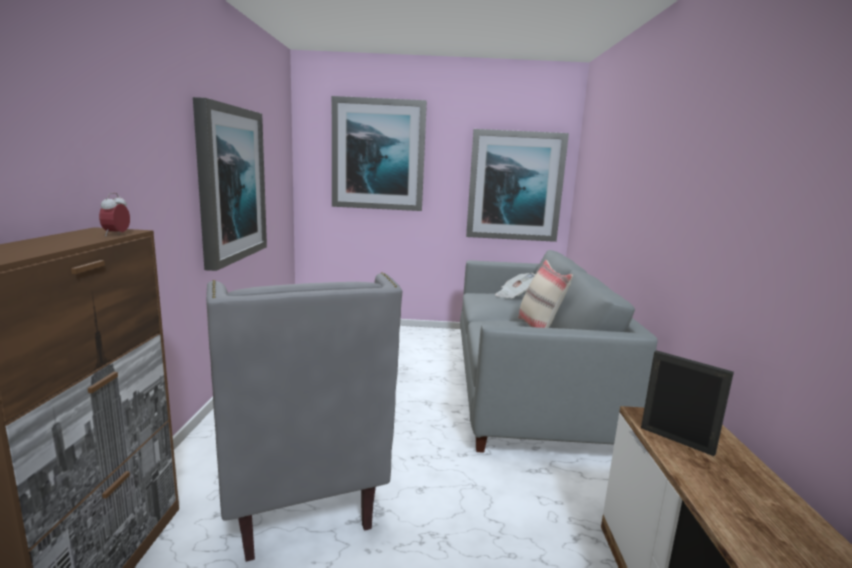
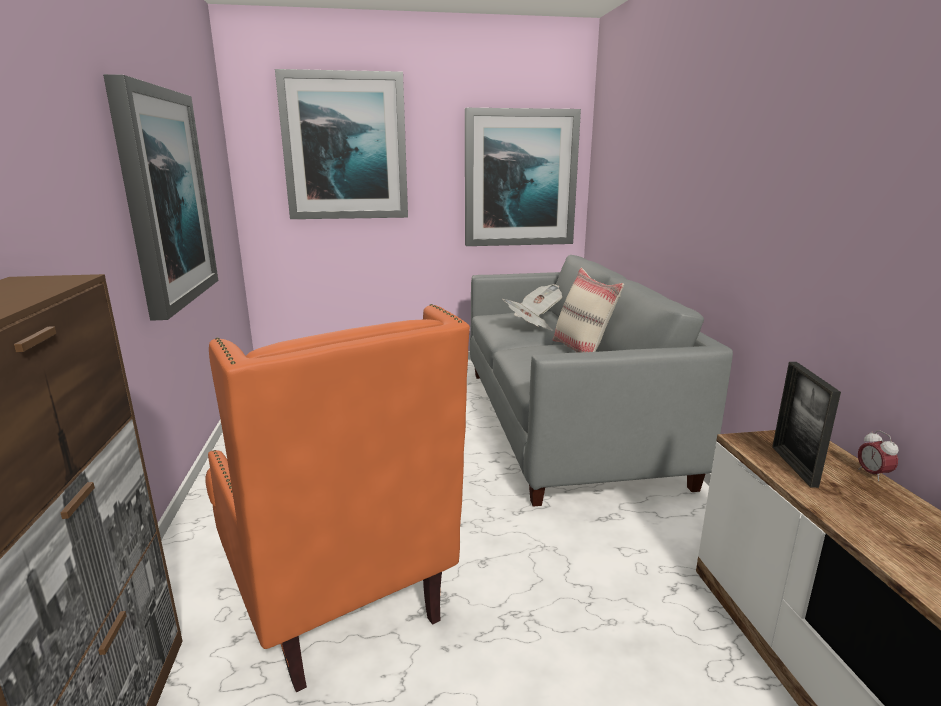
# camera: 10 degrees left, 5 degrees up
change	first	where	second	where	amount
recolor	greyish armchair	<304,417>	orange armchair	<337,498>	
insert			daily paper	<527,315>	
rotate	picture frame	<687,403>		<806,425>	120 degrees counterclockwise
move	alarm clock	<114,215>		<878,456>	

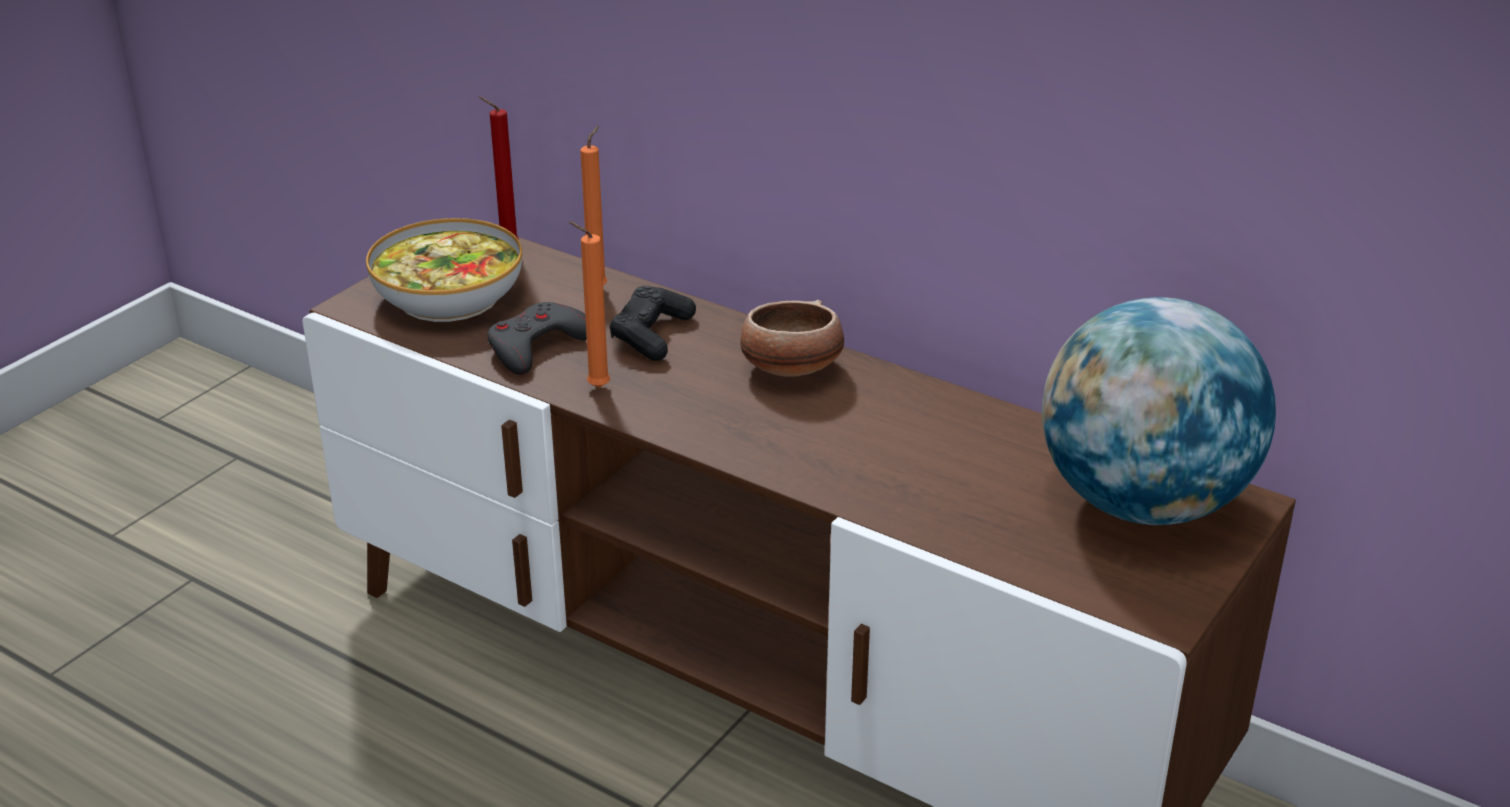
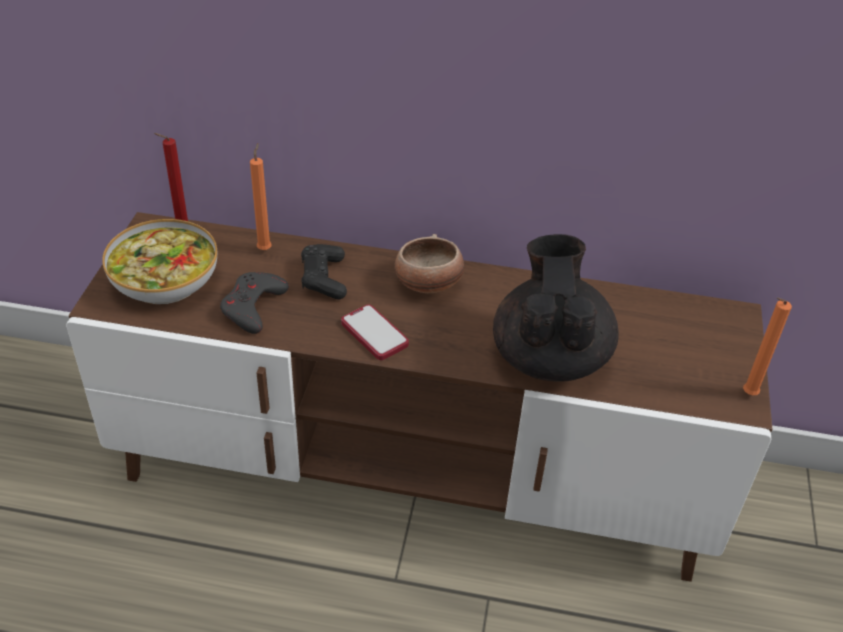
# camera: 25 degrees left, 10 degrees up
change	first	where	second	where	amount
insert			telephone	<375,332>	
insert			black pot for tea	<556,308>	
move	orange wax light	<589,304>		<767,346>	
delete	world globe	<1159,411>			

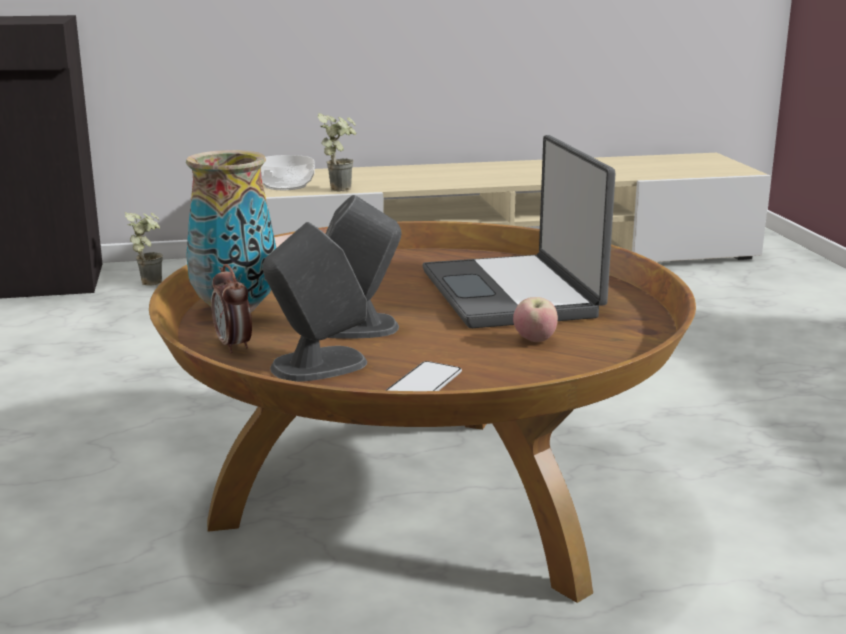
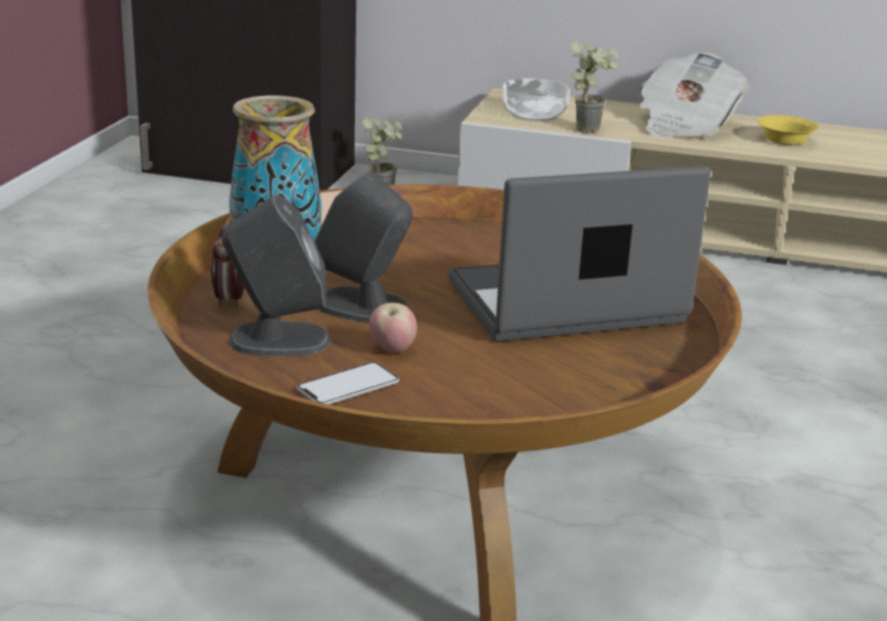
# camera: 25 degrees right, 5 degrees up
change	first	where	second	where	amount
move	apple fruit	<535,319>		<393,328>	
rotate	portable computer	<519,231>		<580,254>	60 degrees clockwise
insert			daily paper	<694,95>	
insert			yellow-coloured serving bowl	<788,130>	

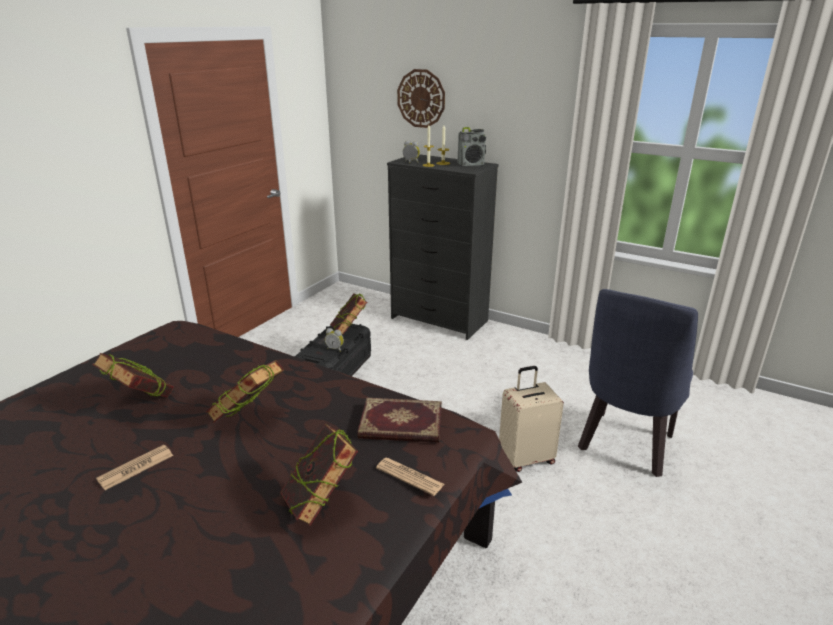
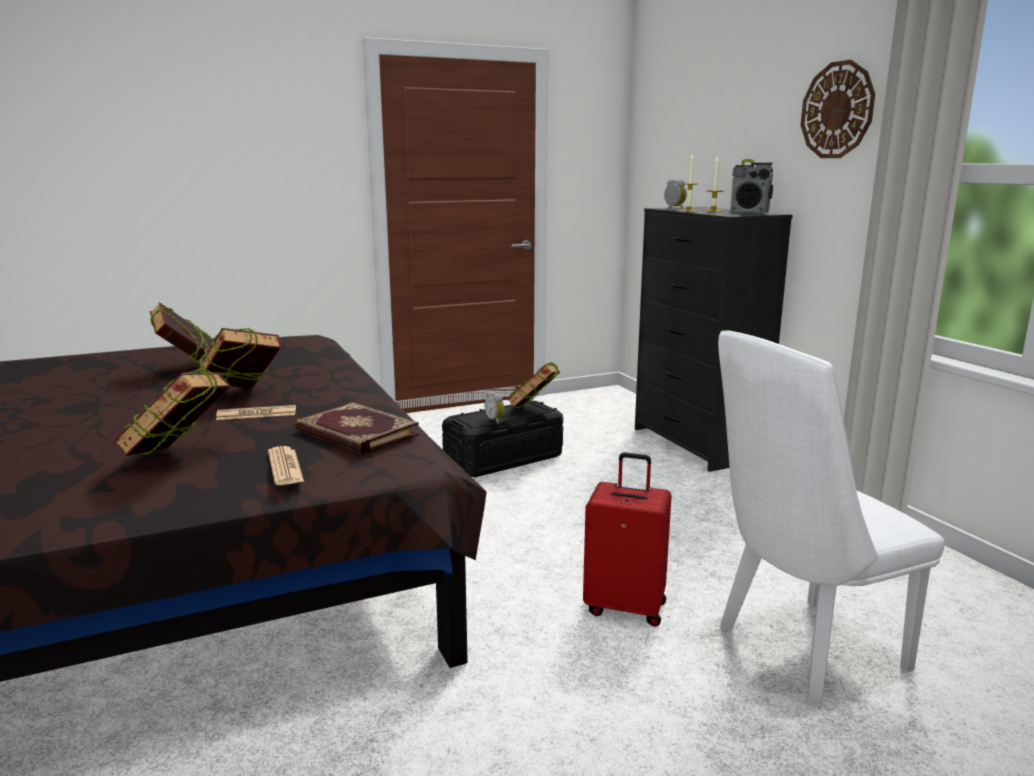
# camera: 35 degrees right, 10 degrees down
change	first	where	second	where	amount
move	daily paper	<134,467>		<256,412>	
recolor	beige-coloured piece of luggage	<531,419>	red piece of luggage	<627,539>	
recolor	bluish plain chair	<638,383>	whitish plain chair	<831,518>	
move	clock on the wall	<421,98>		<838,109>	

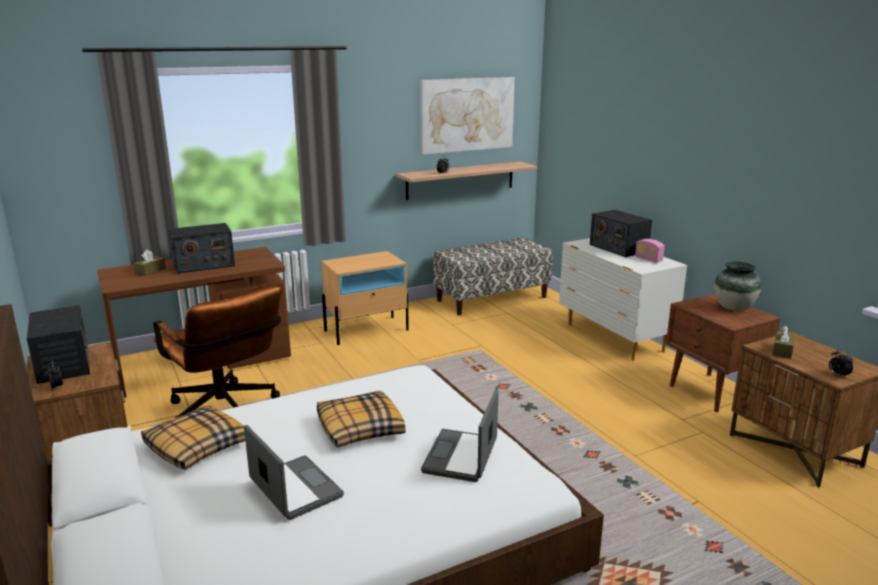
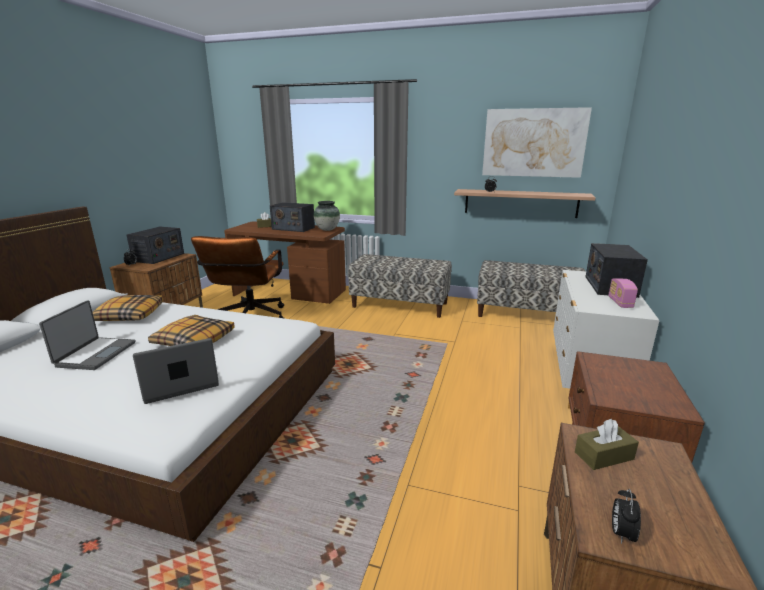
# camera: 45 degrees right, 0 degrees up
change	first	where	second	where	amount
move	decorative vase	<737,286>		<326,216>	
replace	beige-coloured nightstand	<365,298>	long seat	<400,286>	

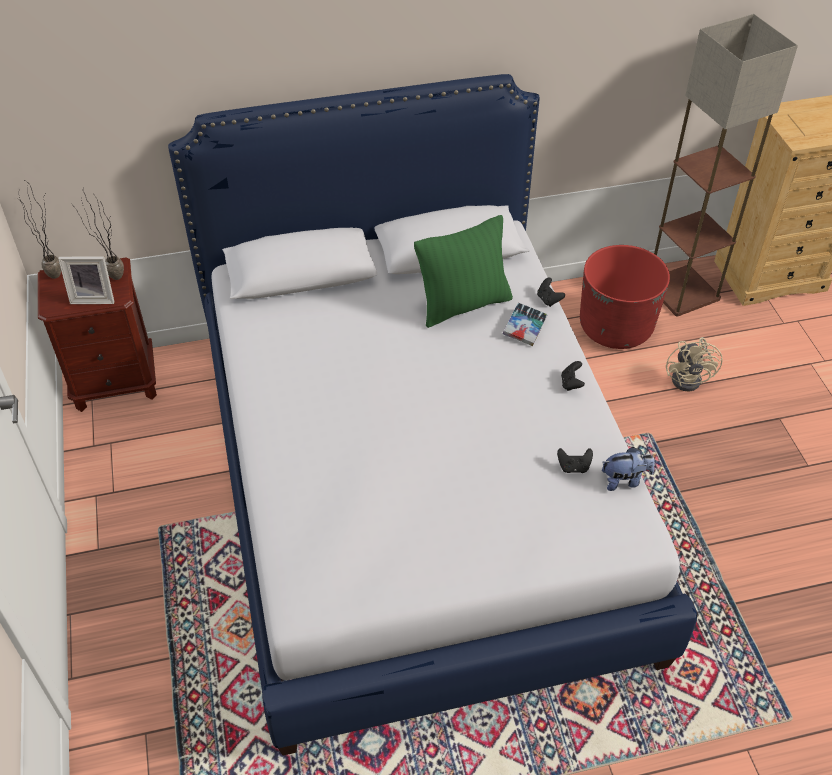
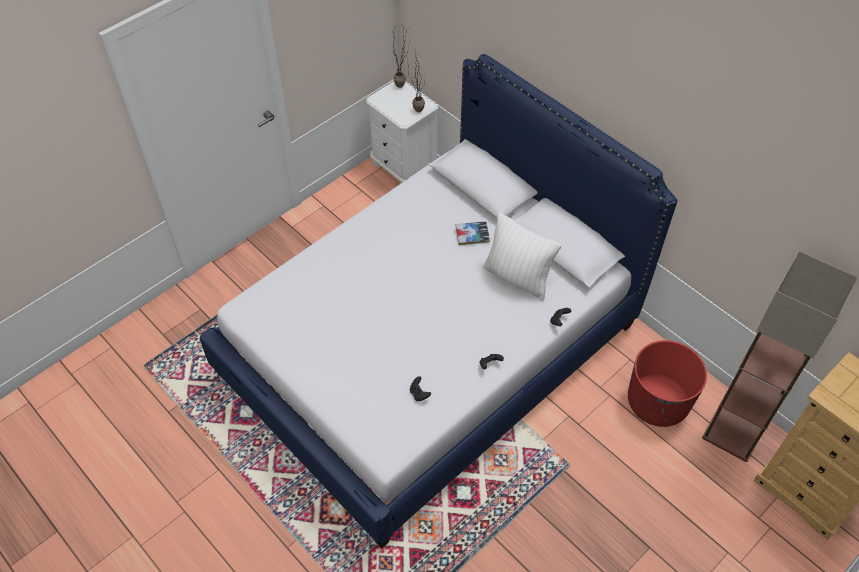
# camera: 60 degrees right, 5 degrees up
change	first	where	second	where	amount
recolor	brownish nightstand	<97,334>	whitish nightstand	<402,132>	
move	volume	<525,324>		<473,233>	
recolor	green-coloured pillow	<463,271>	whitish pillow	<522,256>	
delete	picture frame	<86,280>			
delete	soft toy	<628,469>			
delete	beige-coloured electric fan	<694,364>			

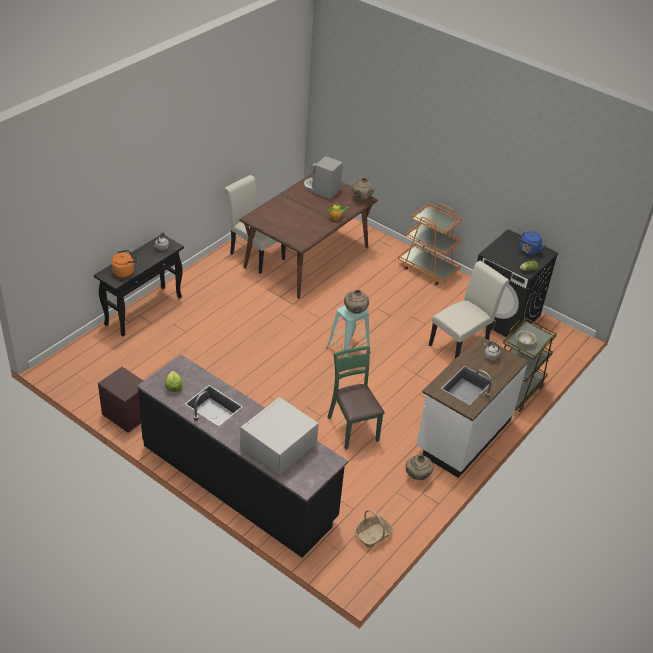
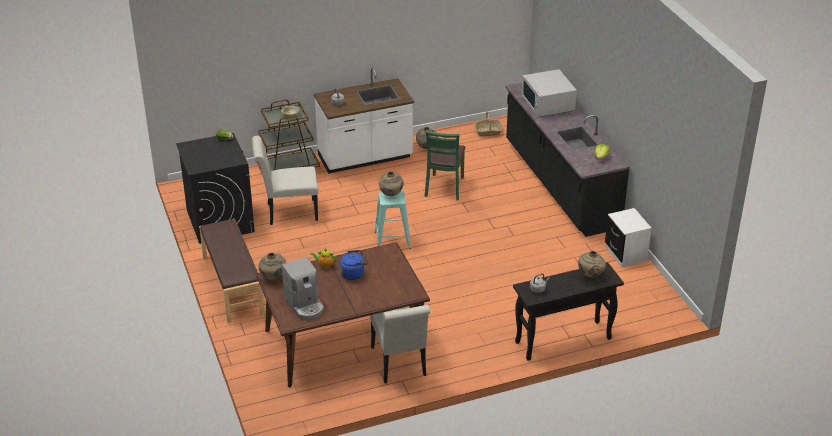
# camera: 145 degrees left, 5 degrees down
change	first	where	second	where	amount
replace	orange cart	<430,244>	brownish long seat	<232,271>	
move	bluish water kettle	<532,243>		<354,265>	
rotate	whitish microwave	<279,436>		<549,93>	90 degrees clockwise
replace	orange water kettle	<124,264>	beige-coloured decorative vase	<592,264>	
recolor	brownish nightstand	<120,400>	whitish nightstand	<628,237>	

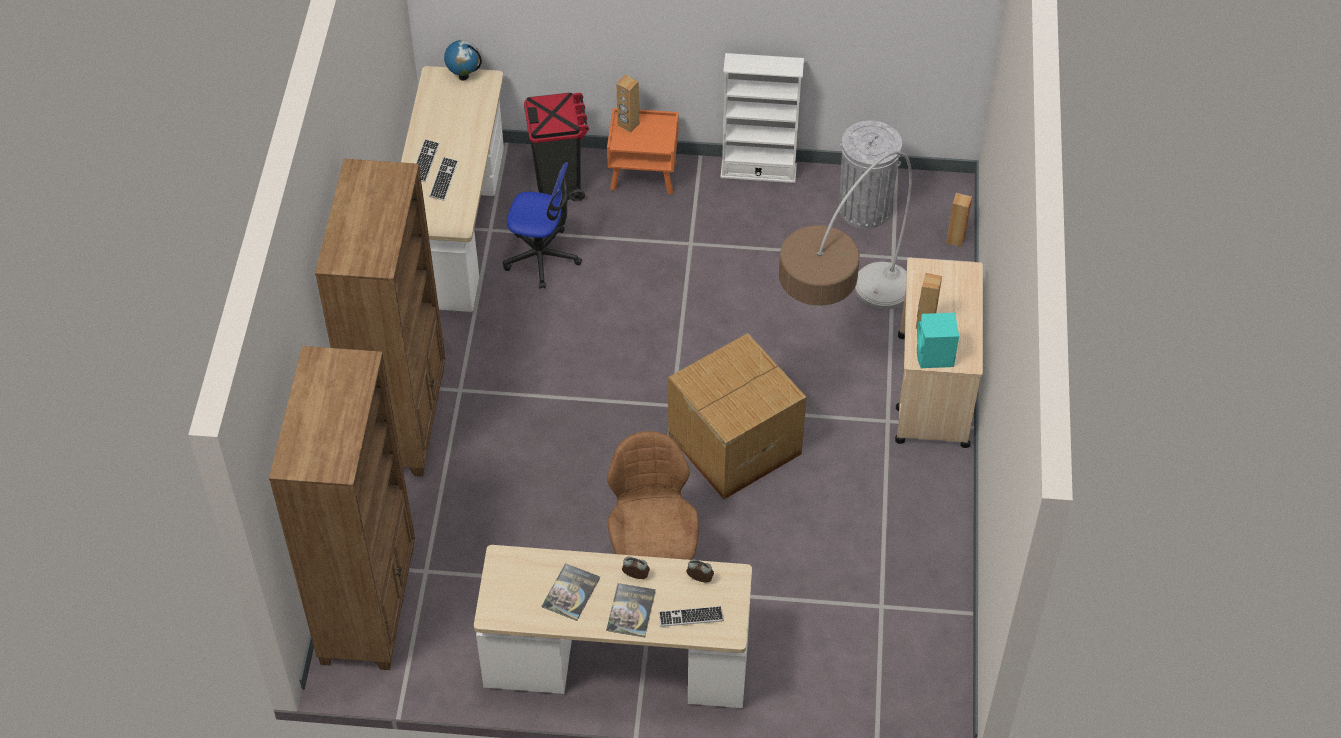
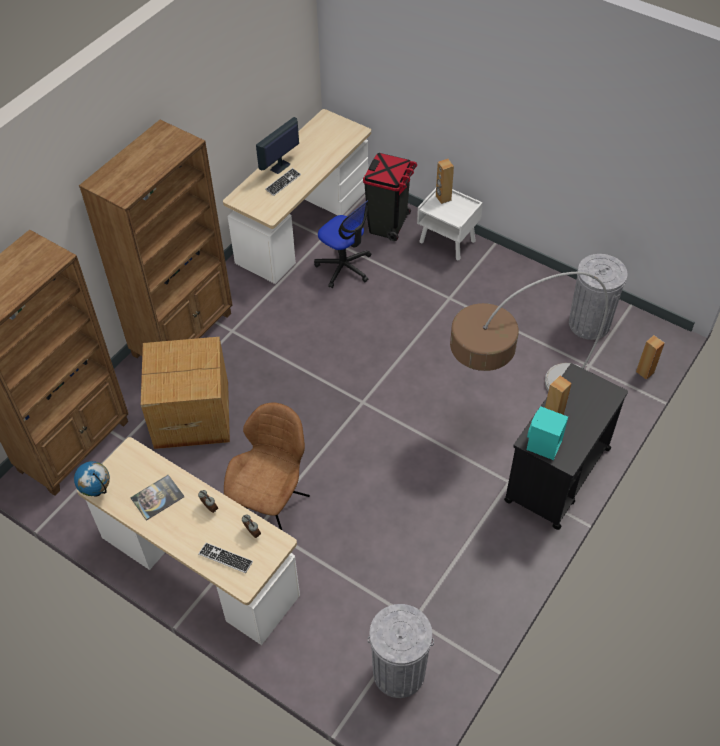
# camera: 30 degrees right, 0 degrees up
change	first	where	second	where	amount
move	world globe	<463,60>		<92,479>	
move	packing box	<737,416>		<185,393>	
replace	keyboard	<428,160>	monitor	<277,145>	
insert			greyish waste bin	<401,651>	
recolor	orange nightstand	<643,151>	whitish nightstand	<450,224>	
recolor	beige-coloured cart	<939,353>	black cart	<566,446>	
delete	volume	<631,610>			
delete	whitish bookshelf	<762,118>			

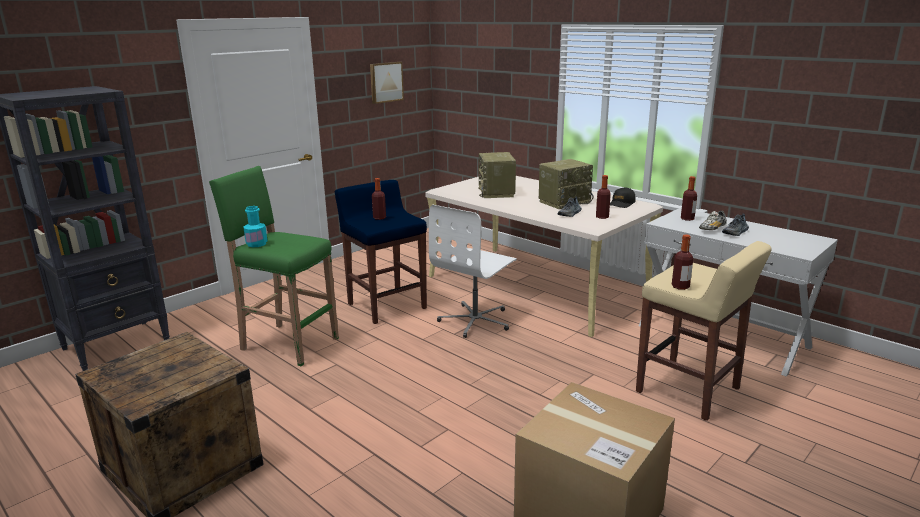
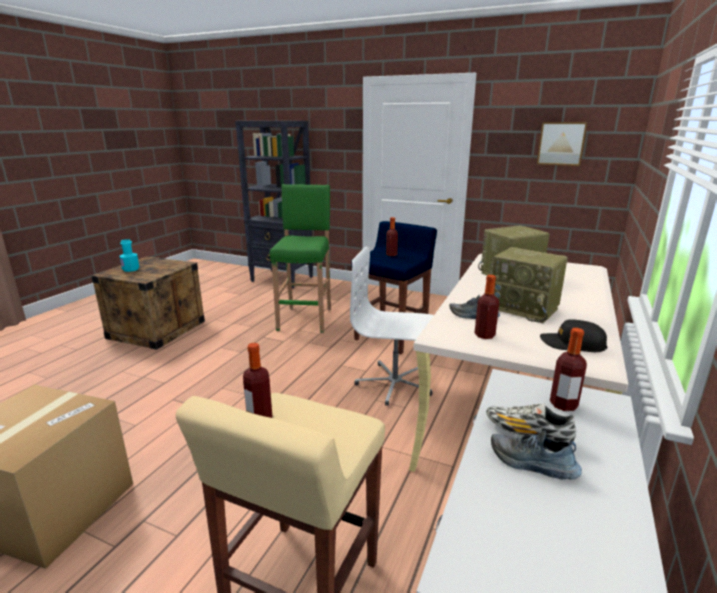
# camera: 70 degrees right, 0 degrees up
change	first	where	second	where	amount
move	turquoise-coloured bottle	<255,226>		<129,255>	

